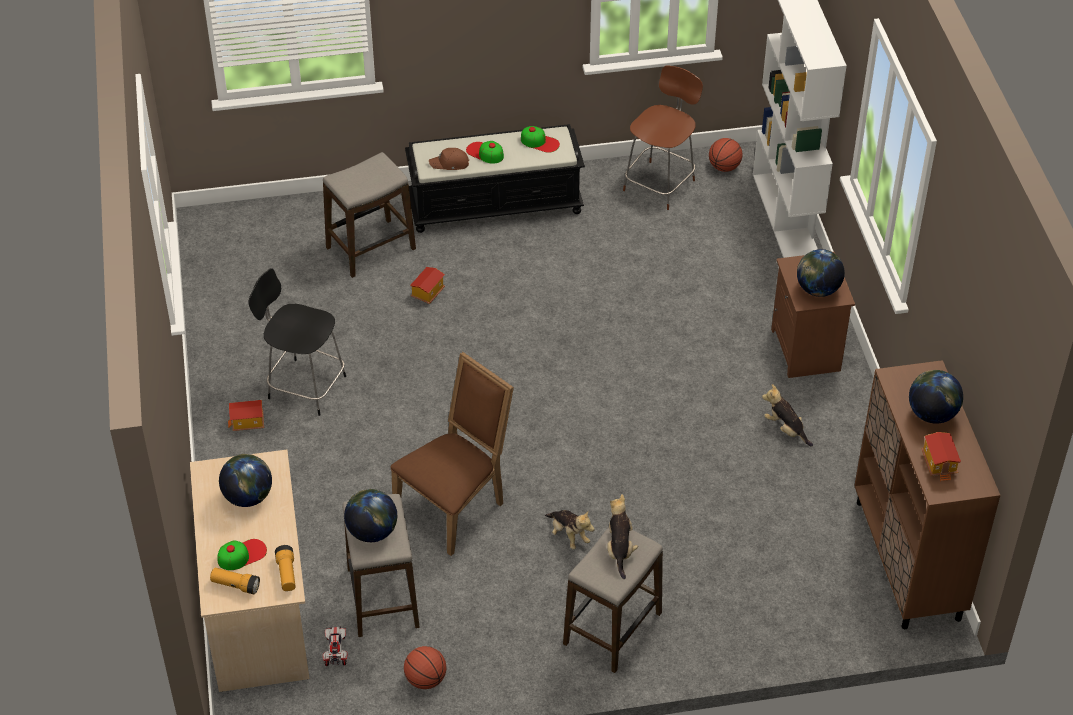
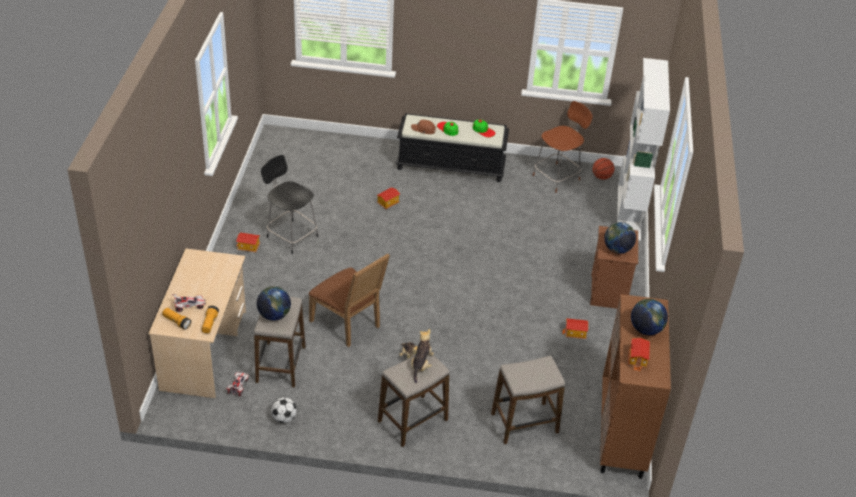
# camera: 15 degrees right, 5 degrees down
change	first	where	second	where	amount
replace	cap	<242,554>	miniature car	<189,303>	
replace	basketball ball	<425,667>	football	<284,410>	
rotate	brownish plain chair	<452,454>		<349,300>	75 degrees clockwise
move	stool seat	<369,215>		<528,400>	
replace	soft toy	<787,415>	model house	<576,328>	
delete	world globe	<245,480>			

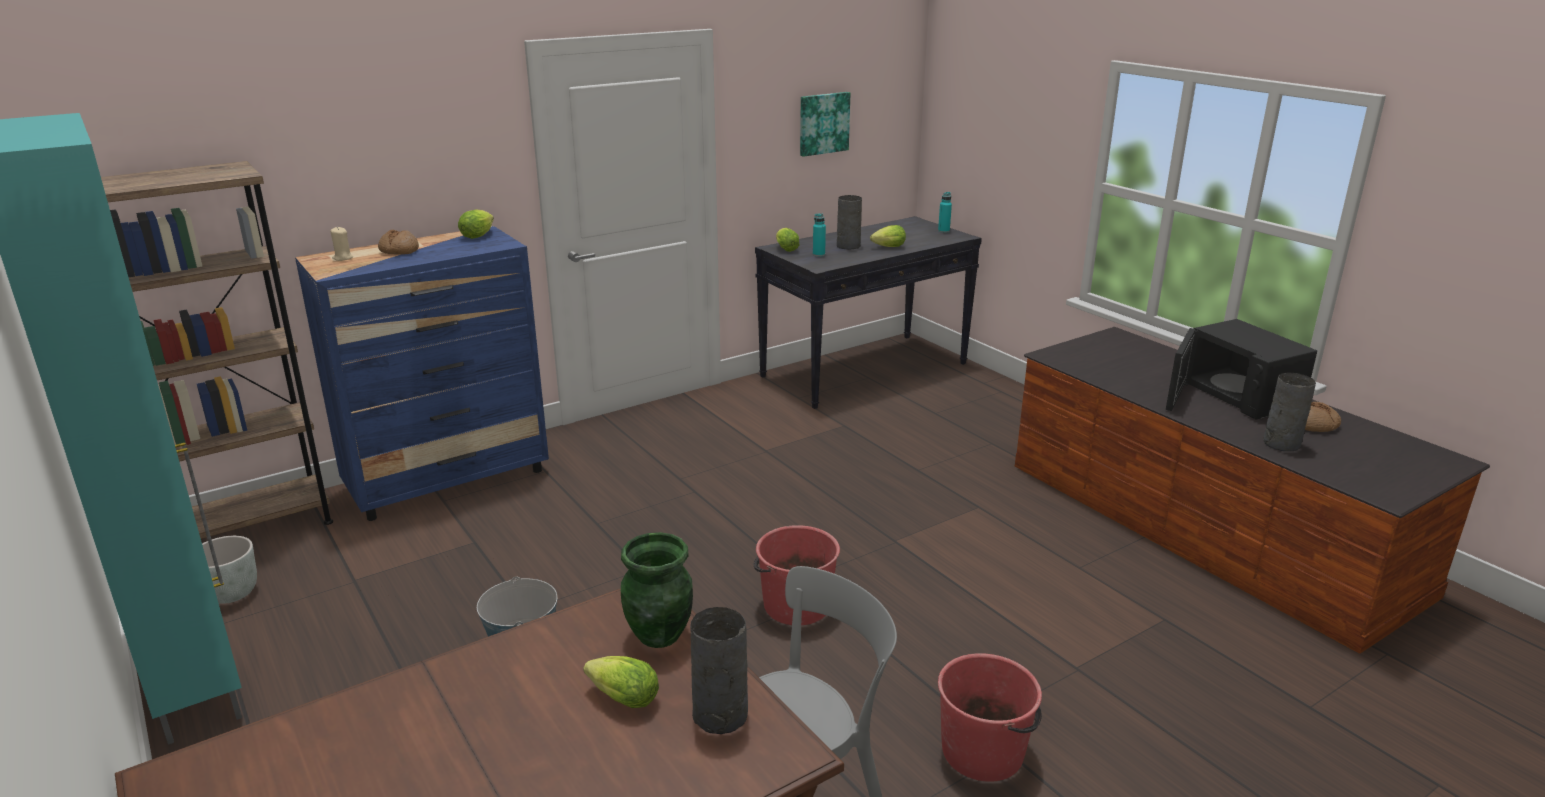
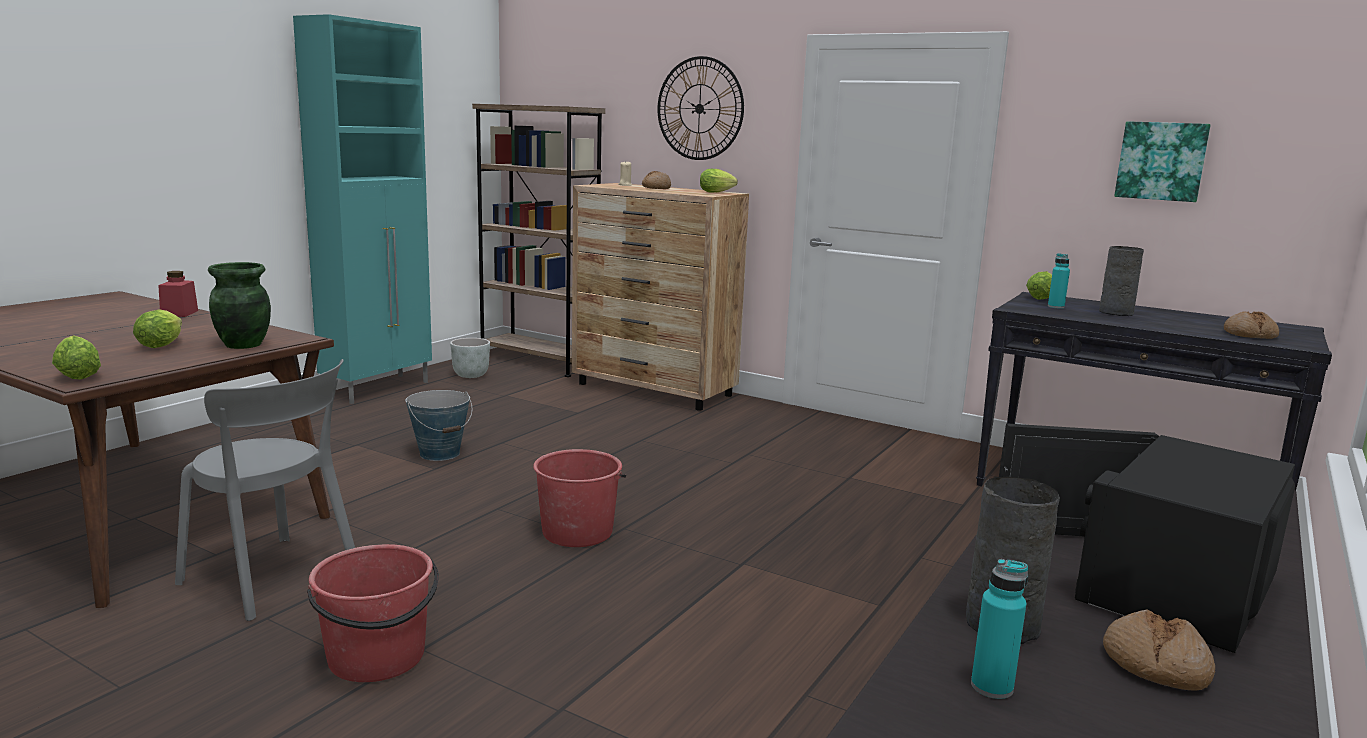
# camera: 65 degrees right, 10 degrees down
change	first	where	second	where	amount
move	lettuce	<888,236>		<76,357>	
insert			red storage jar	<178,294>	
recolor	bluish dresser	<422,373>	brownish dresser	<660,297>	
insert			clock on the wall	<700,108>	
move	turquoise-coloured bottle	<945,212>		<999,629>	
insert			bread	<1251,325>	
delete	greyish decorative vase	<719,670>			

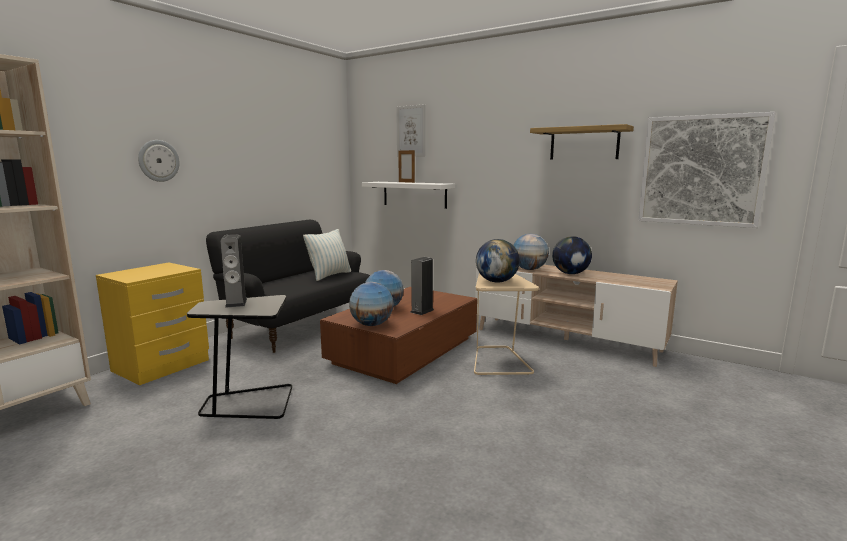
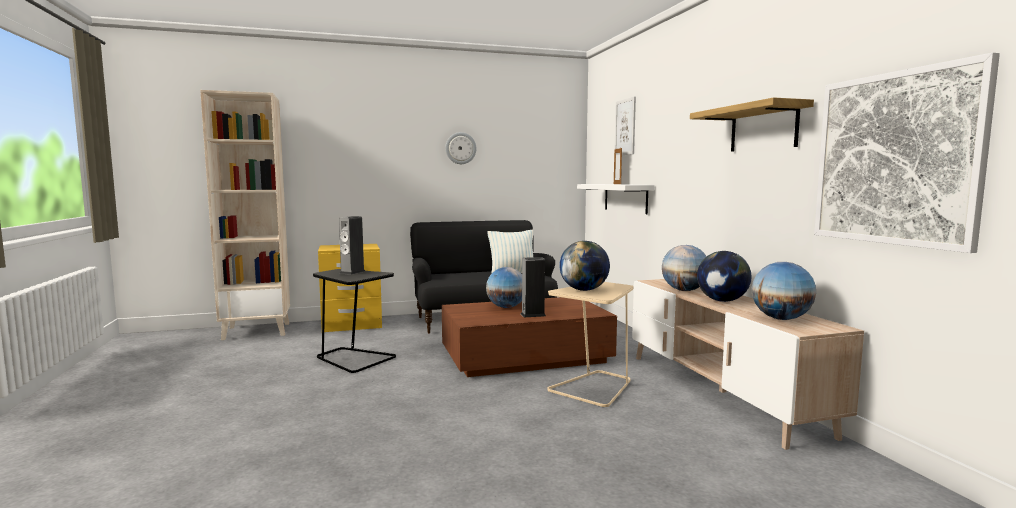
# camera: 40 degrees right, 5 degrees down
change	first	where	second	where	amount
move	clock on the wall	<159,161>		<460,148>	
move	world globe	<371,304>		<783,291>	

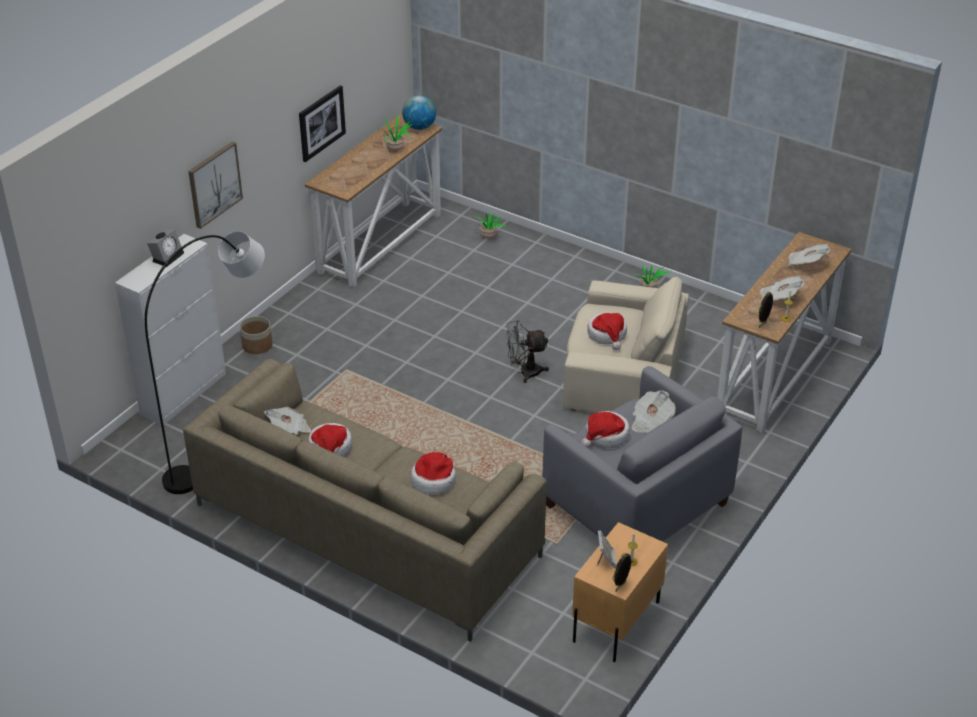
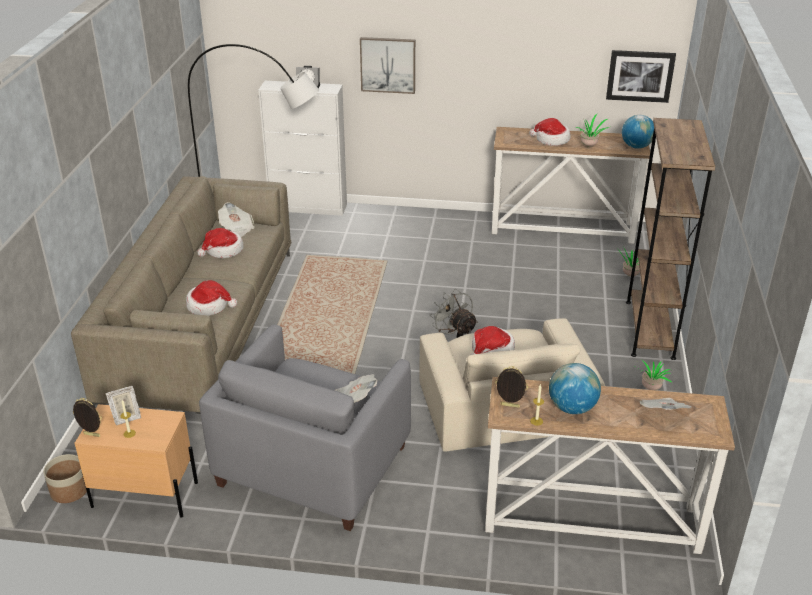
# camera: 65 degrees right, 5 degrees down
change	first	where	second	where	amount
move	flower pot	<256,335>		<65,478>	
move	hat	<605,429>		<550,132>	
replace	daily paper	<782,288>	world globe	<575,388>	
move	wall picture	<322,123>		<641,76>	
insert			brownish bookshelf	<670,239>	

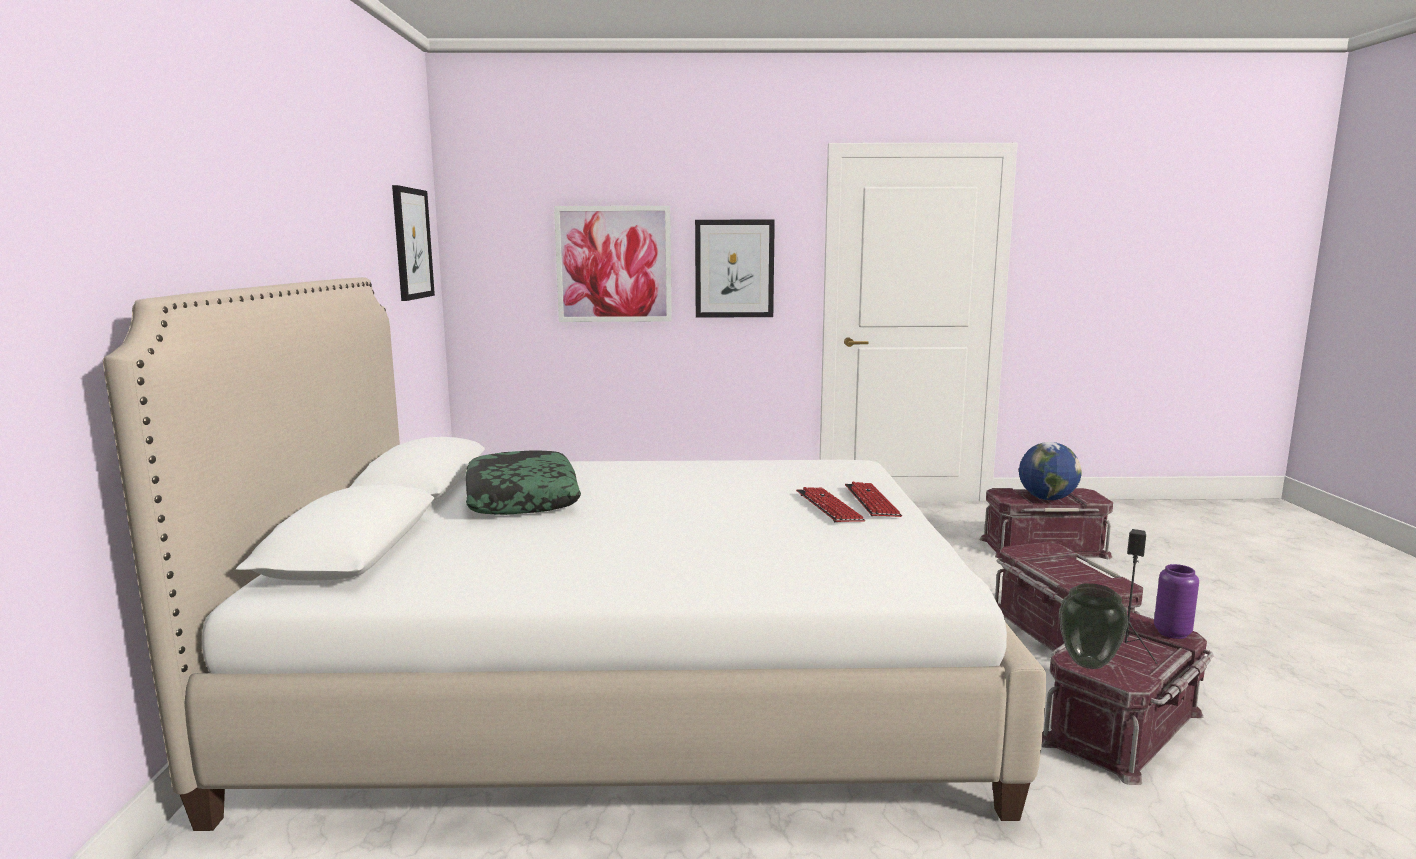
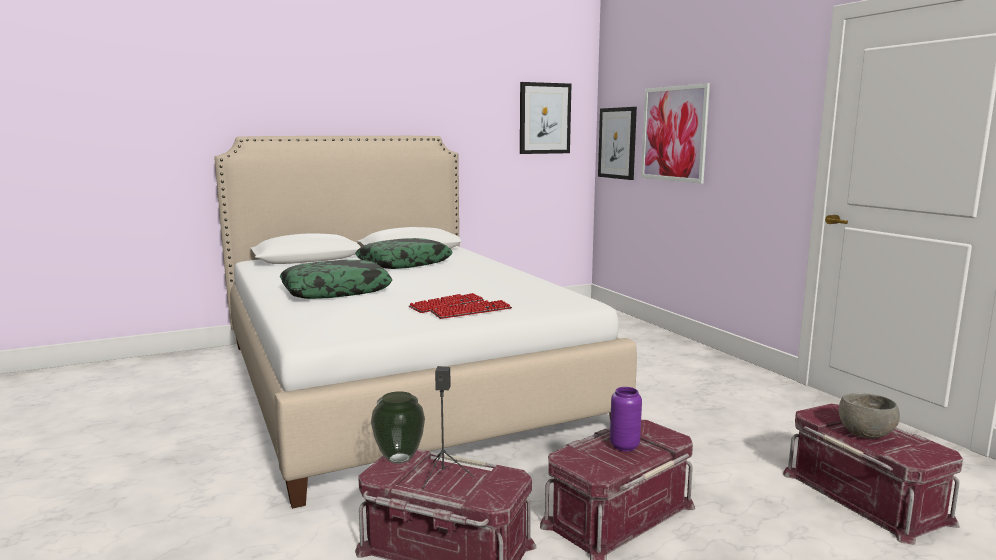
# camera: 65 degrees right, 0 degrees up
change	first	where	second	where	amount
insert			pillow	<336,279>	
move	wall picture	<735,269>		<617,143>	
move	purple decorative vase	<1176,601>		<626,419>	
replace	world globe	<1050,471>	greyish serving bowl	<869,415>	

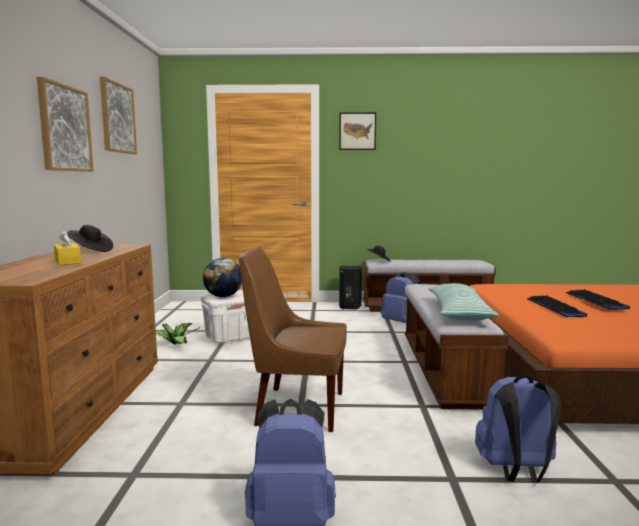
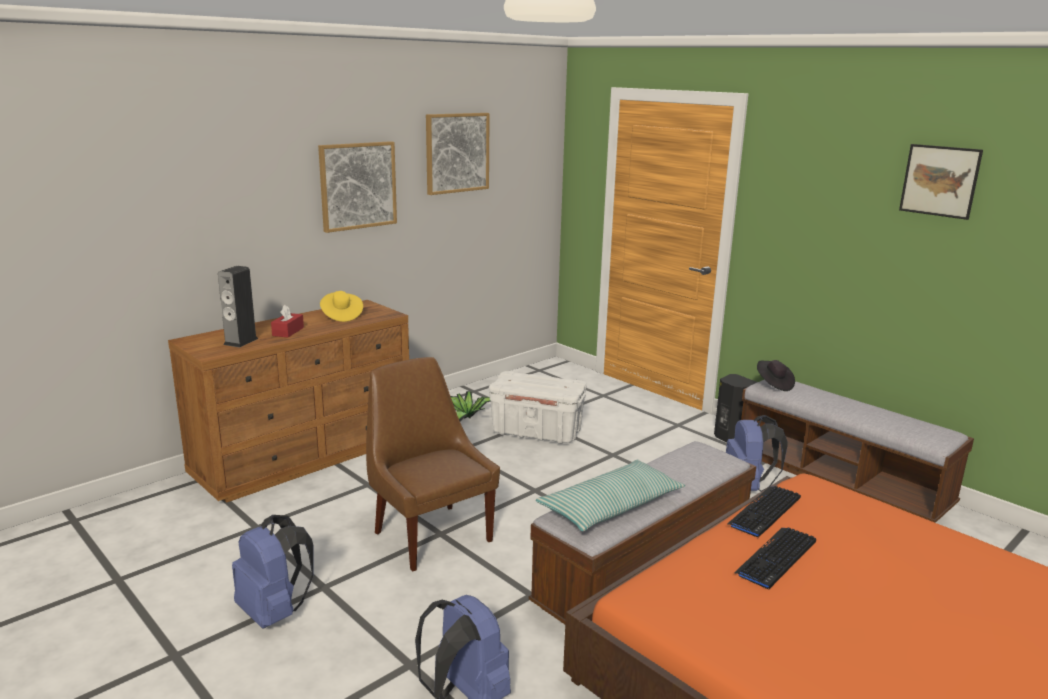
# camera: 45 degrees right, 10 degrees up
change	first	where	second	where	amount
insert			loudspeaker	<238,307>	
recolor	yellow-coloured tissue box	<67,247>	red tissue box	<287,321>	
recolor	black hat	<90,238>	yellow-coloured hat	<341,306>	
move	keyboard	<598,300>		<764,512>	
move	wall picture	<357,131>		<941,182>	
delete	world globe	<222,277>			

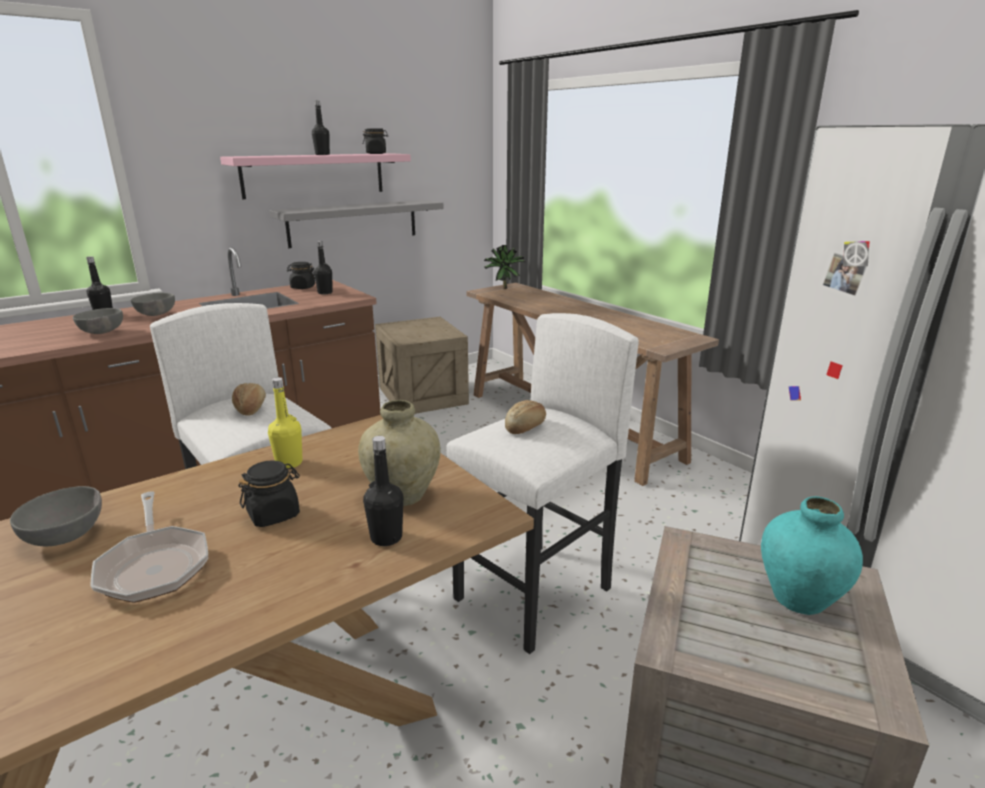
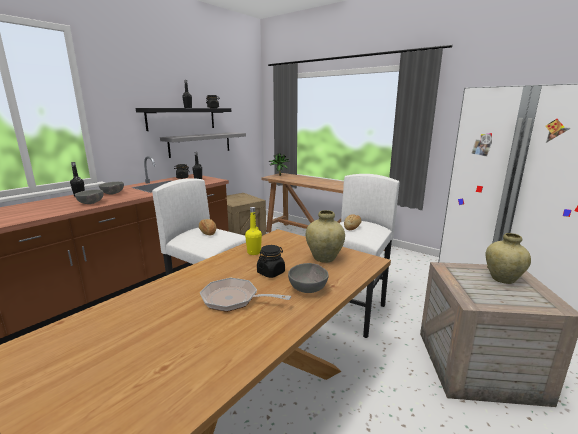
# camera: 15 degrees left, 5 degrees down
change	first	where	second	where	amount
recolor	pink wall shelf	<315,176>	black wall shelf	<183,119>	
rotate	pan	<149,547>		<245,295>	150 degrees clockwise
move	greyish serving bowl	<56,516>		<308,278>	
recolor	turquoise-coloured decorative vase	<812,555>	beige-coloured decorative vase	<508,258>	
delete	black bottle	<383,491>			

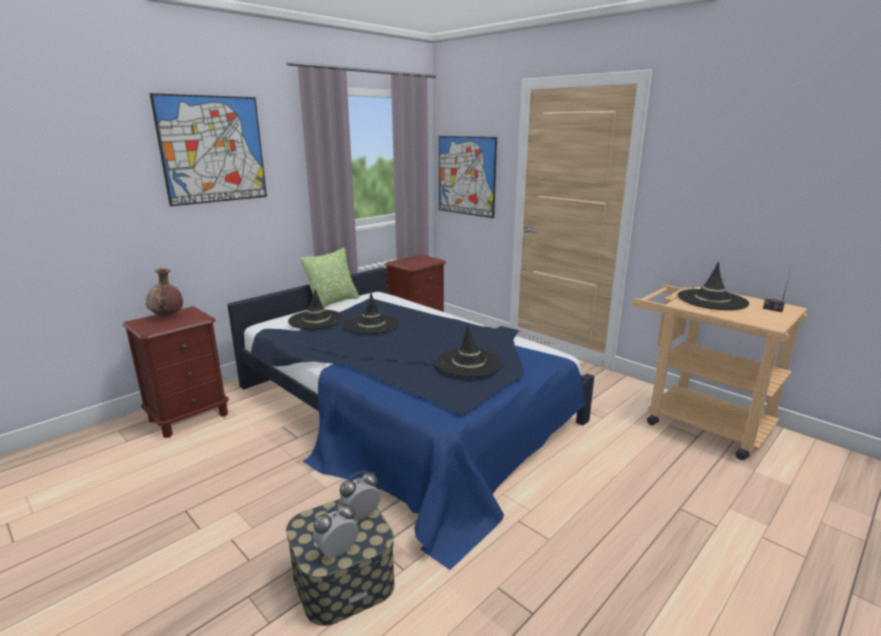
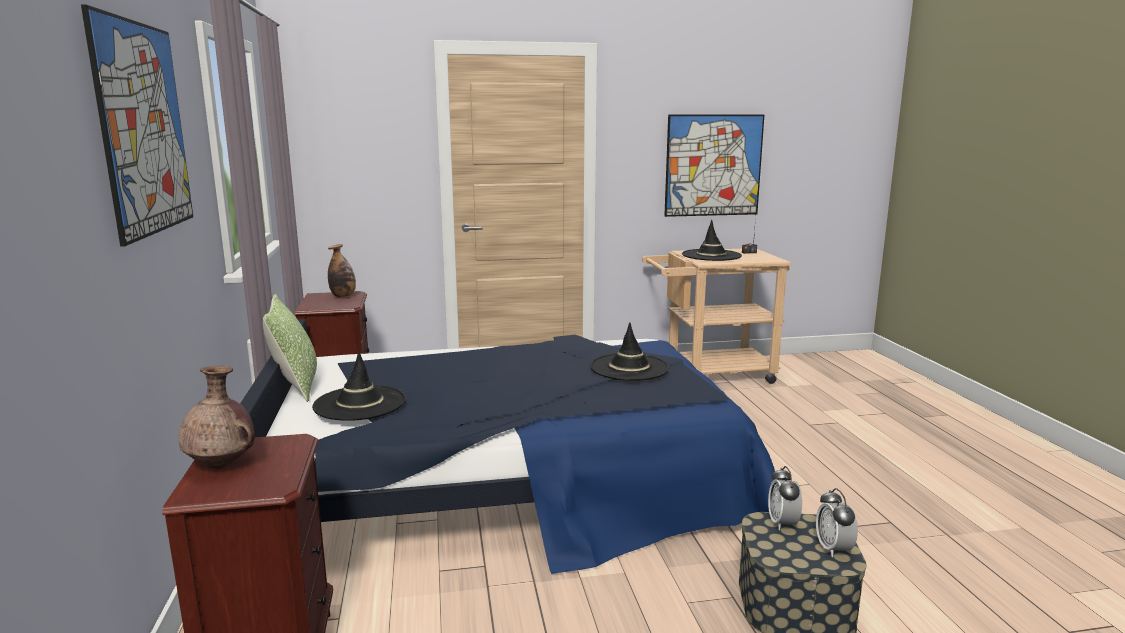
# camera: 55 degrees left, 5 degrees down
change	first	where	second	where	amount
insert			bottle	<342,270>	
move	wall picture	<468,177>		<714,165>	
delete	black hat	<371,313>			

